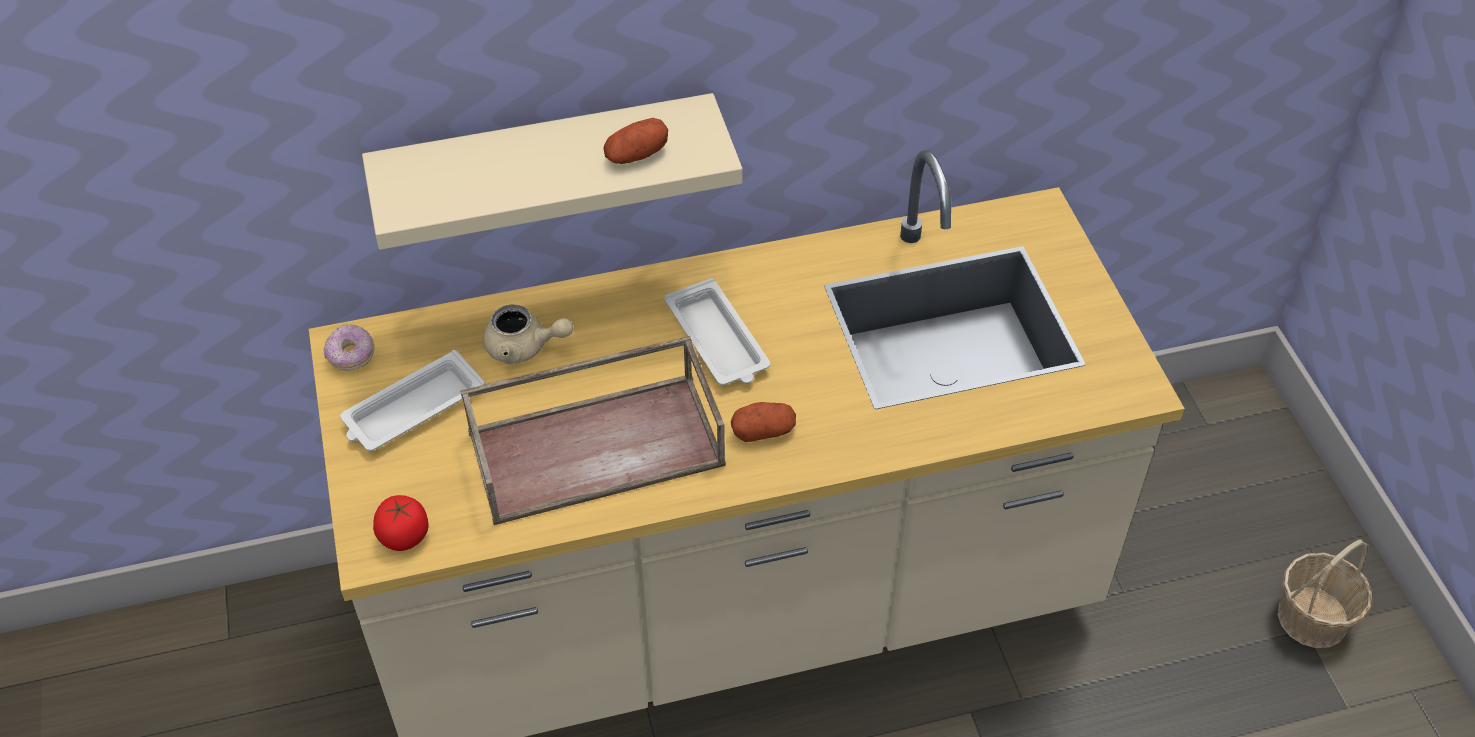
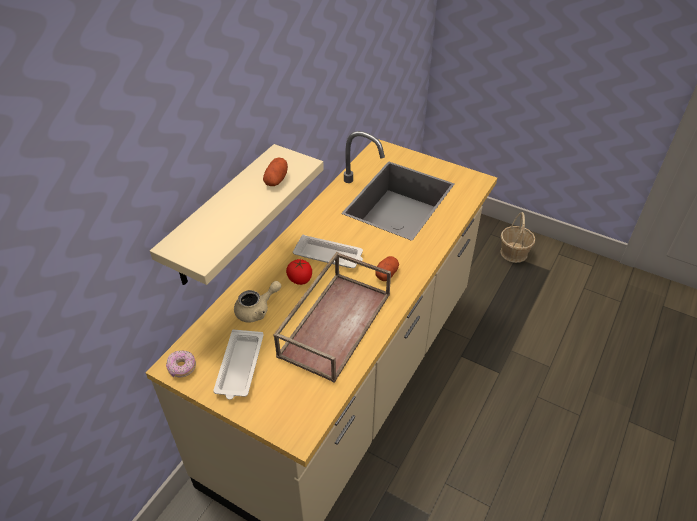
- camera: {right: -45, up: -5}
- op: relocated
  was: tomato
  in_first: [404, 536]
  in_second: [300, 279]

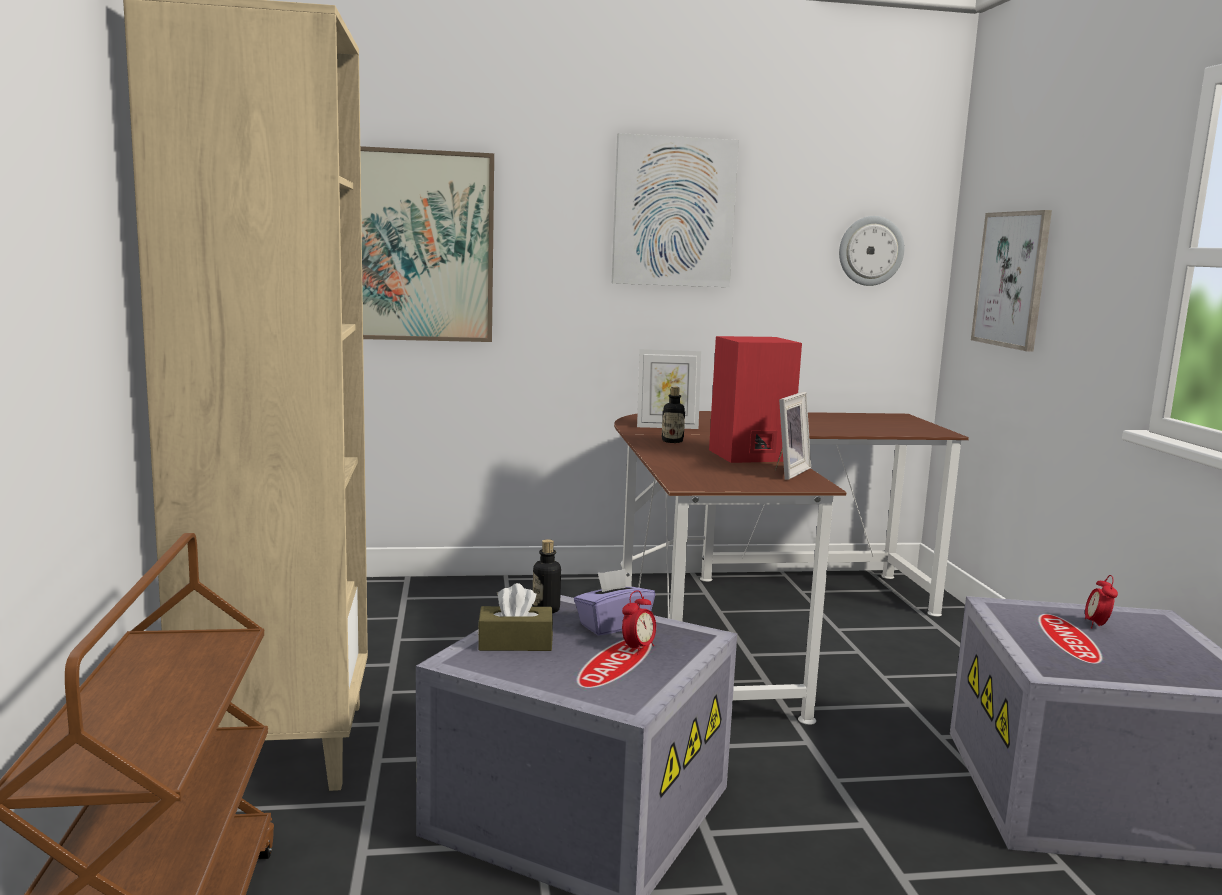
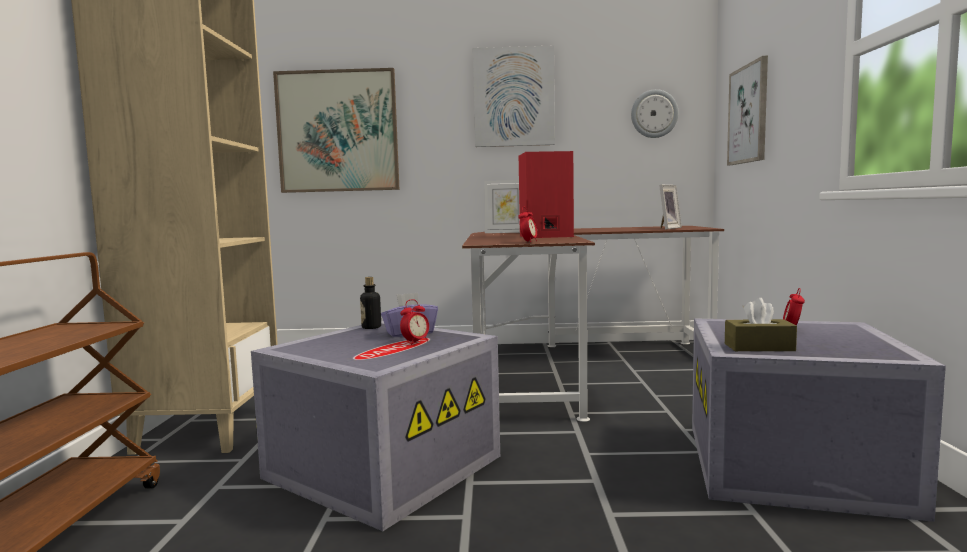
- camera: {right: 10, up: -5}
- op: relocated
  was: brown tissue box
  in_first: [515, 643]
  in_second: [759, 347]
- op: missing
  was: bottle
  in_first: [672, 441]
- op: relocated
  was: picture frame
  in_first: [786, 472]
  in_second: [667, 228]
- op: appeared
  now: alarm clock
  in_second: [528, 242]

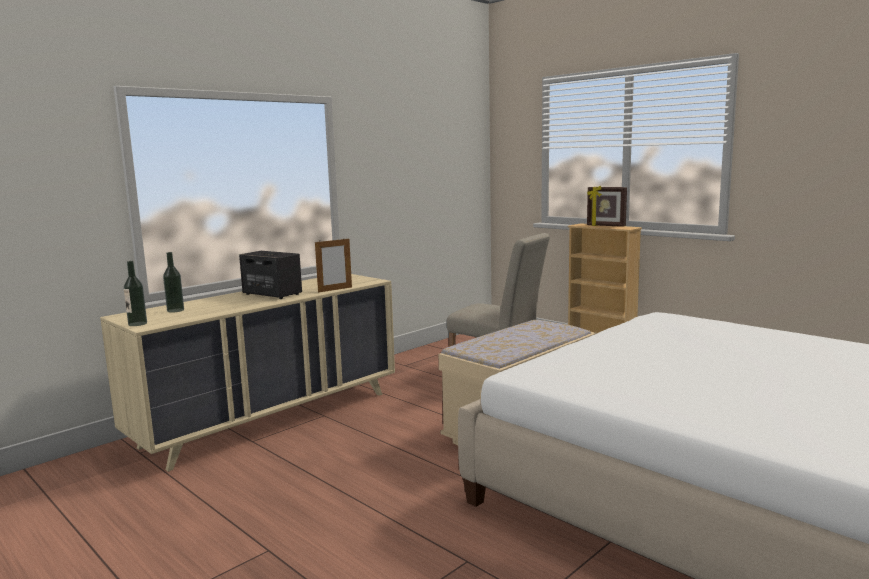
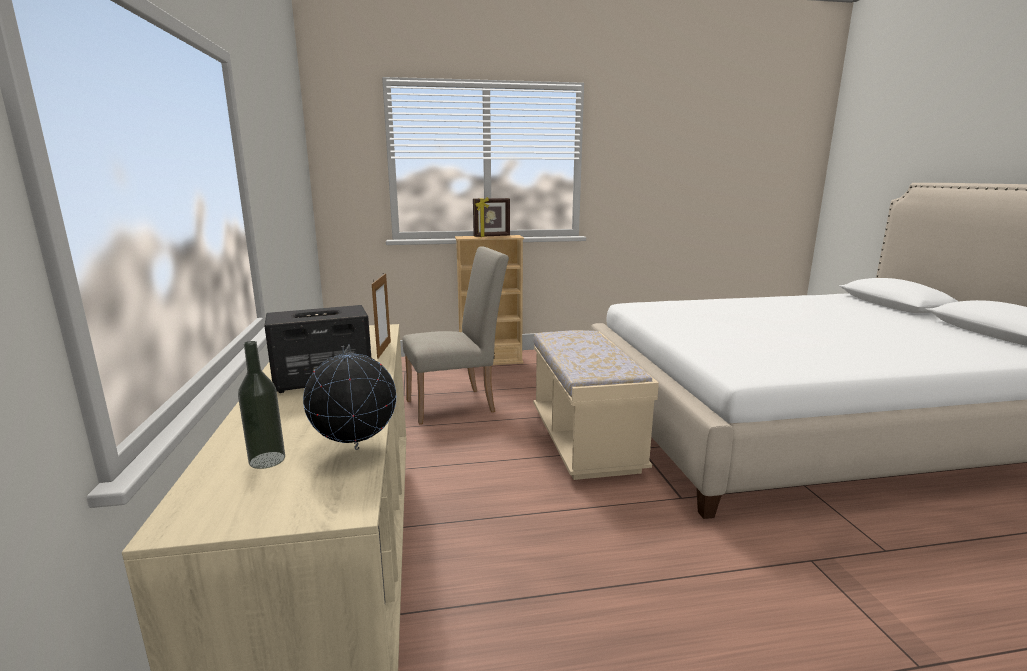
- camera: {right: -55, up: 5}
- op: missing
  was: bottle
  in_first: [137, 324]
- op: appeared
  now: globe
  in_second: [355, 449]

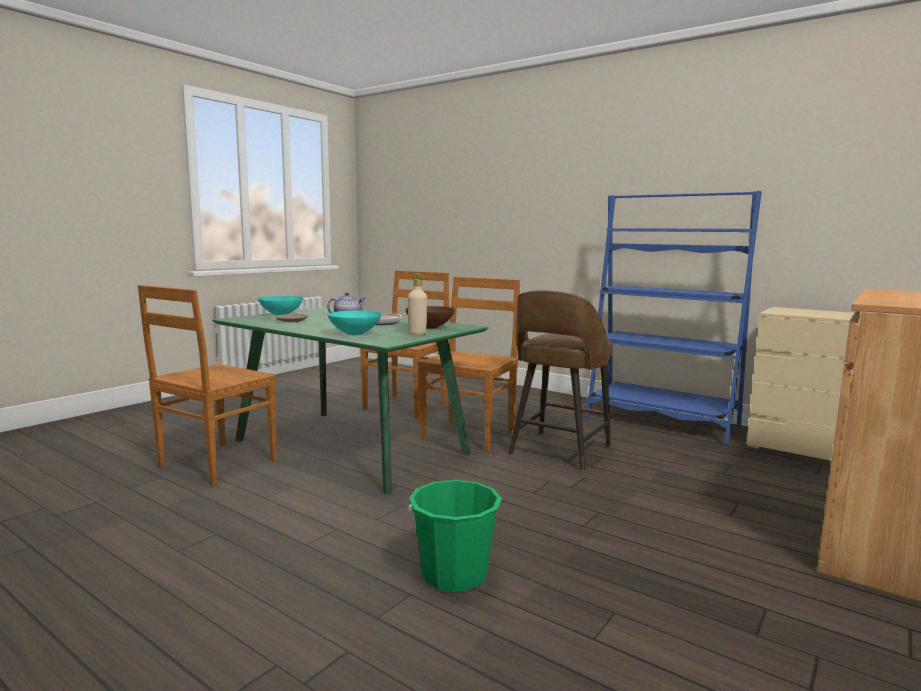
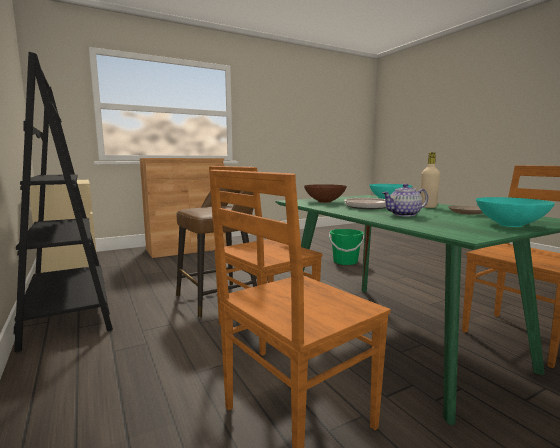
- camera: {right: -155, up: 0}
- op: relocated
  was: beige bottle
  in_first: [417, 334]
  in_second: [428, 207]
- op: colour
  was: blue bookcase
  now: black bookcase
  in_first: [662, 421]
  in_second: [69, 310]

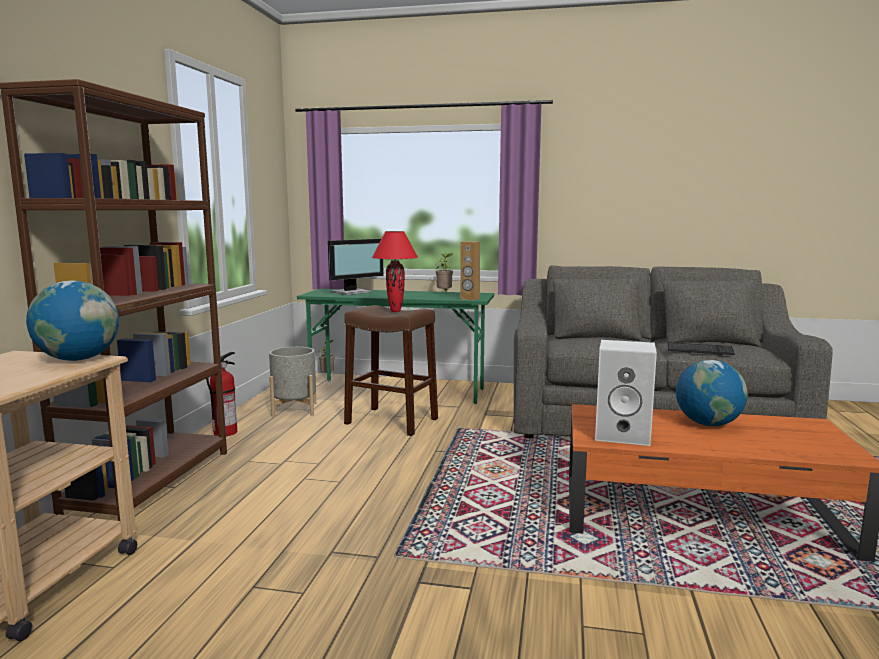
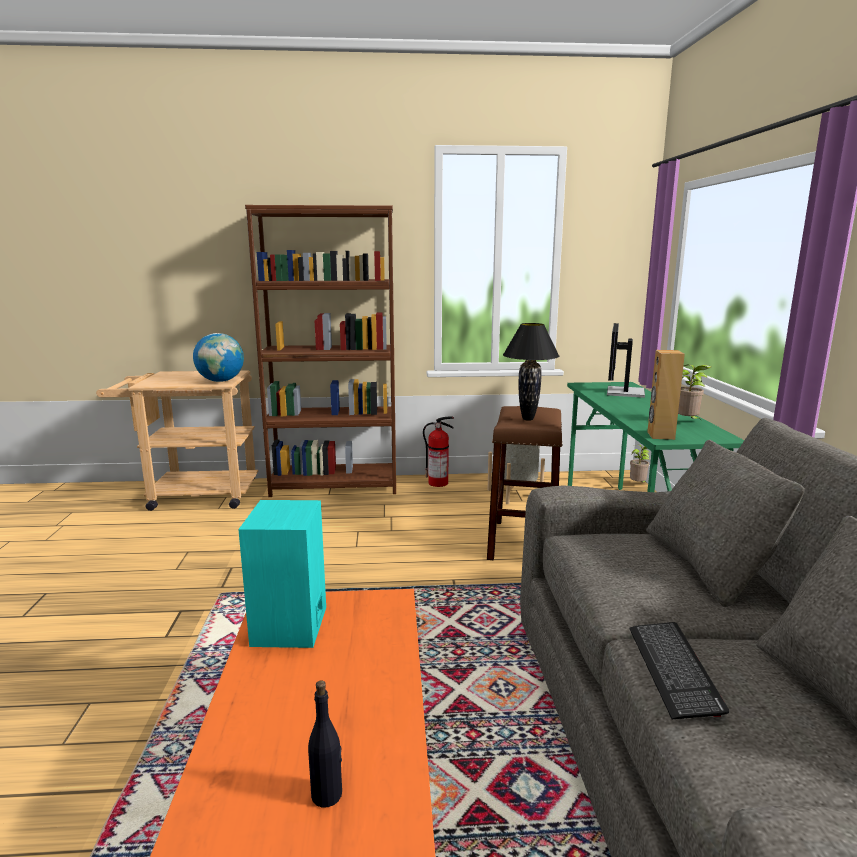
- camera: {right: 75, up: 5}
- op: spun
  was: monitor
  in_first: [352, 292]
  in_second: [623, 392]
  clockwise: 75
- op: colour
  was: red table lamp
  now: black table lamp
  in_first: [396, 311]
  in_second: [527, 419]
- op: colour
  was: white speaker
  now: turquoise speaker
  in_first: [624, 434]
  in_second: [291, 627]
- op: missing
  was: globe
  in_first: [708, 424]
- op: appeared
  now: black bottle
  in_second: [327, 794]

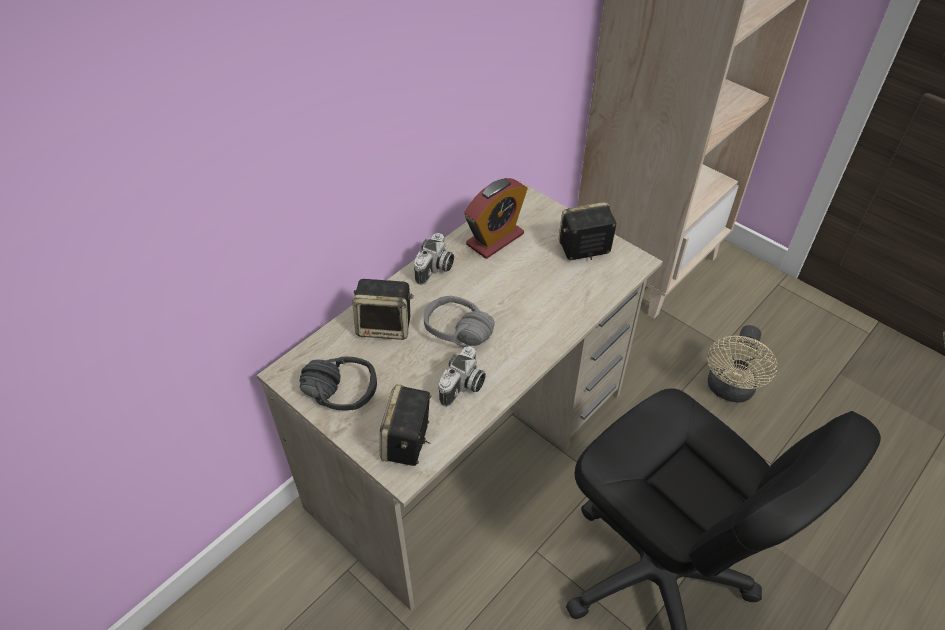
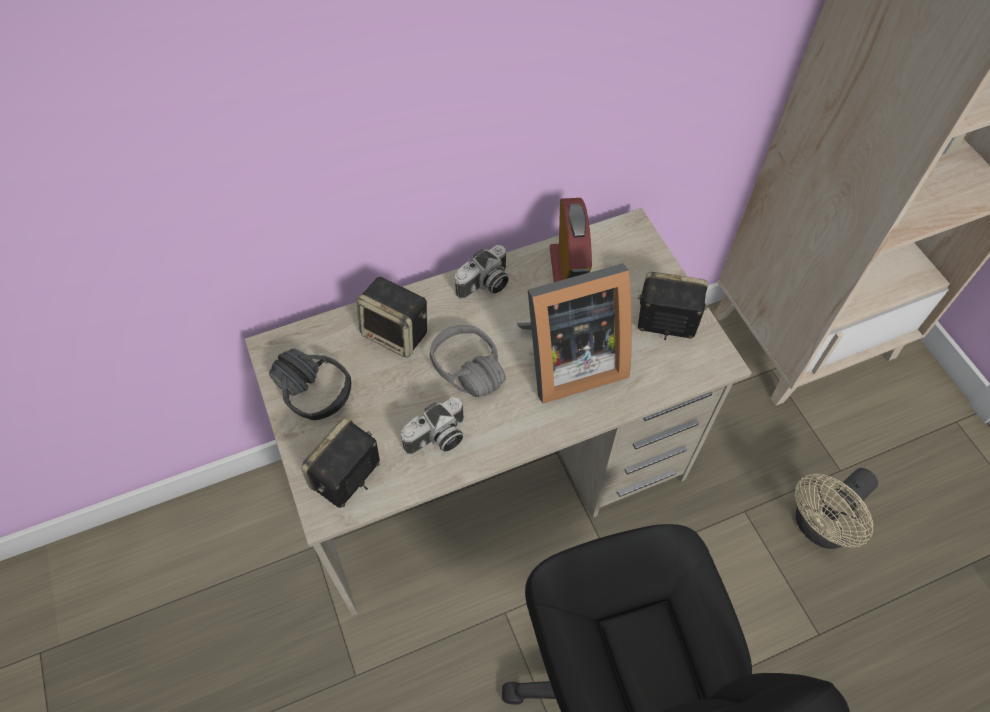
- camera: {right: 25, up: 10}
- op: spun
  was: alarm clock
  in_first: [495, 239]
  in_second: [570, 272]
  clockwise: -75
- op: appeared
  now: picture frame
  in_second: [567, 361]

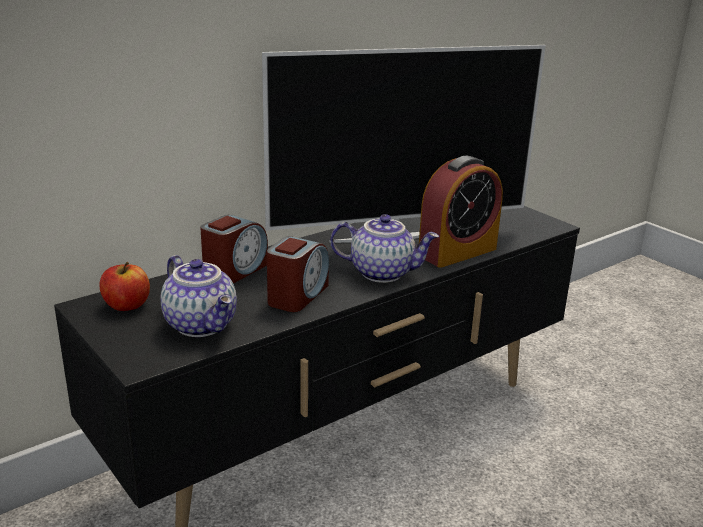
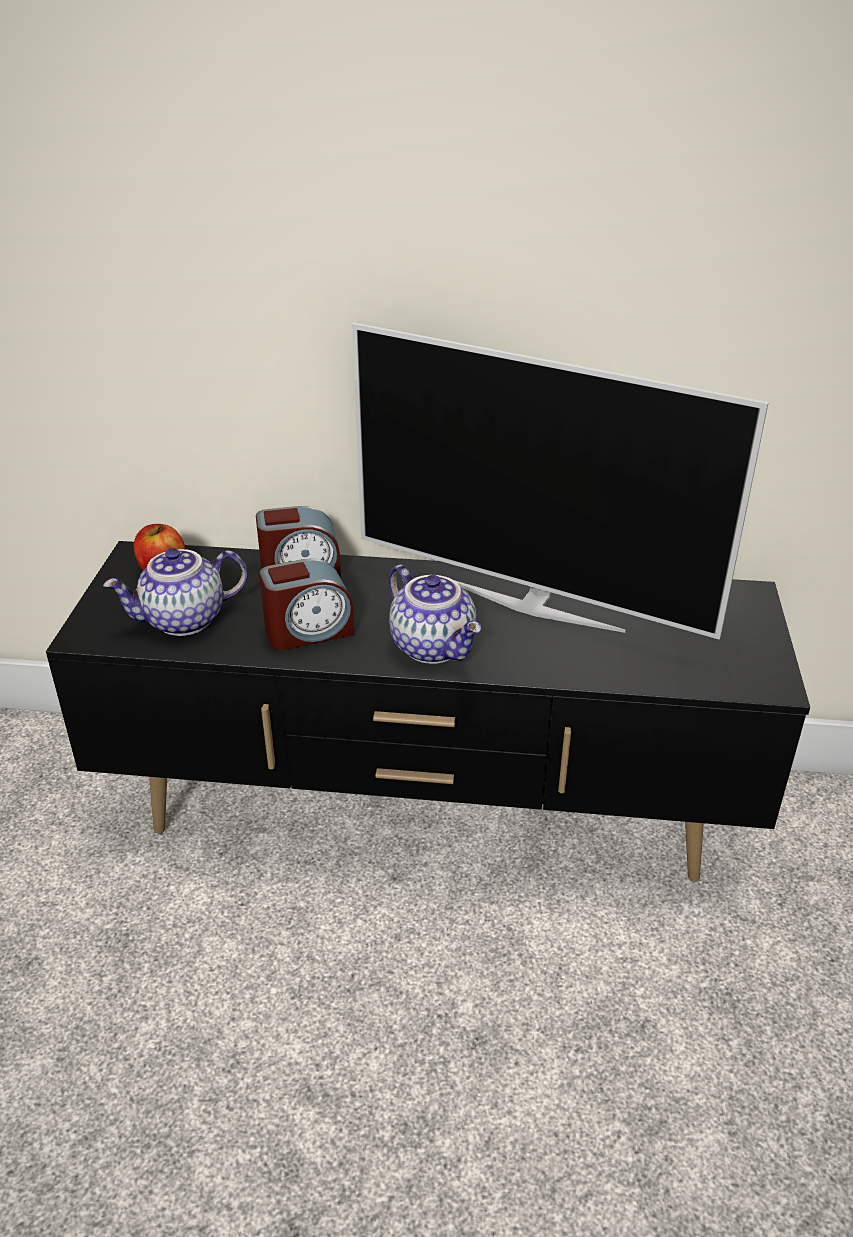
- camera: {right: 45, up: 10}
- op: spun
  was: teapot
  in_first: [202, 325]
  in_second: [184, 621]
  clockwise: 60
- op: missing
  was: alarm clock
  in_first: [457, 252]

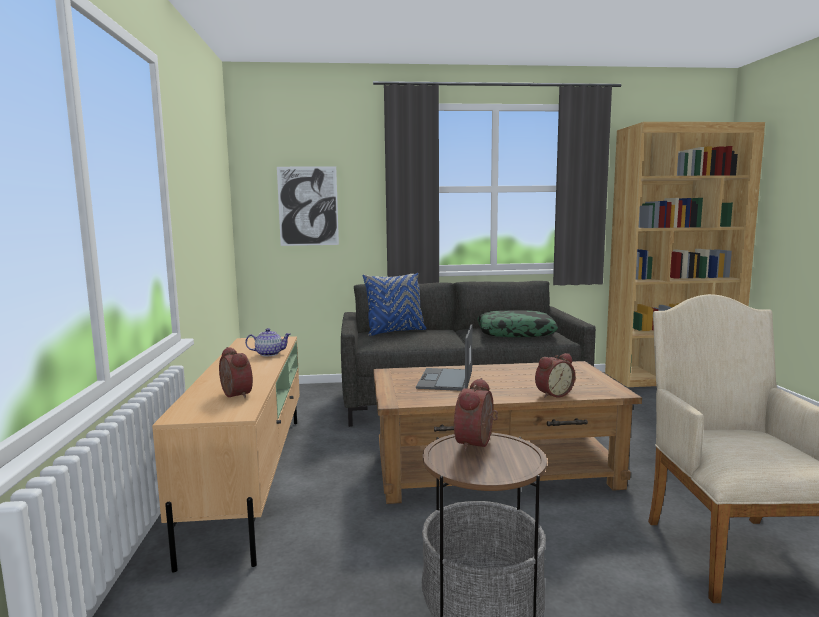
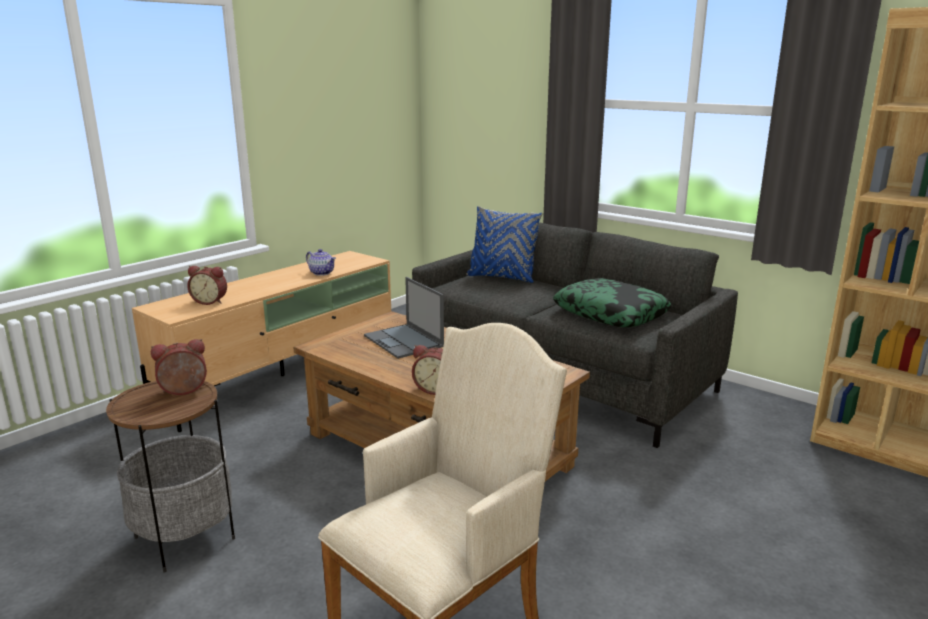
- camera: {right: 45, up: 10}
- op: spun
  was: alarm clock
  in_first: [234, 395]
  in_second: [210, 301]
  clockwise: 90
- op: missing
  was: picture
  in_first: [308, 206]
- op: spun
  was: laptop
  in_first: [445, 380]
  in_second: [404, 341]
  clockwise: -90

